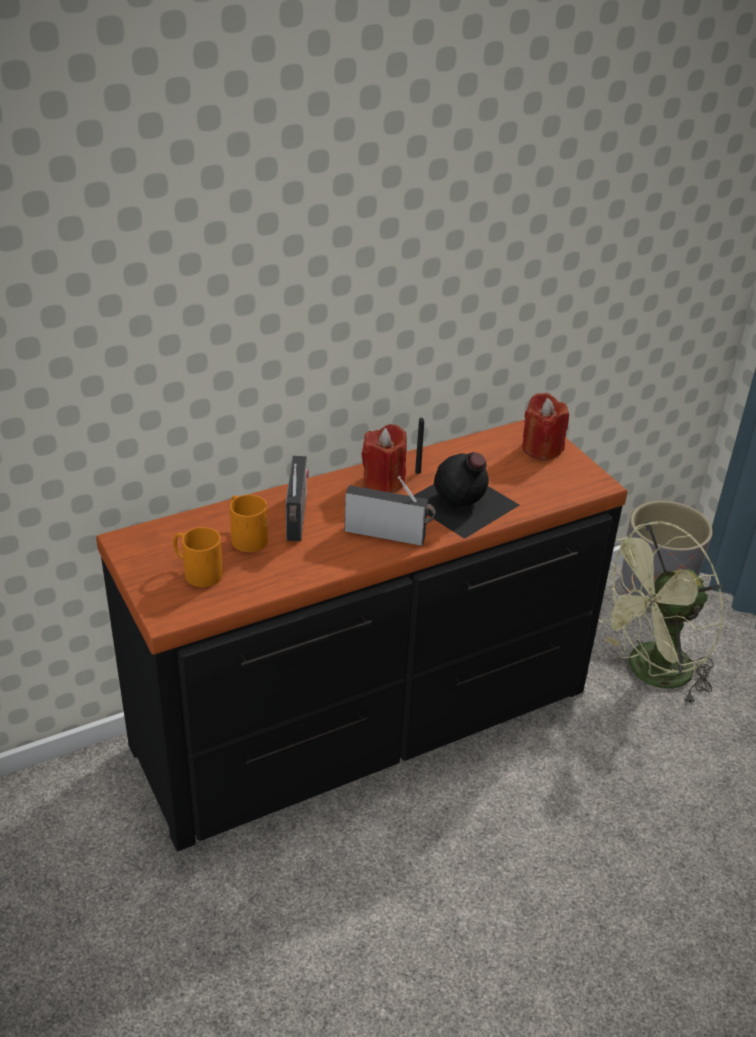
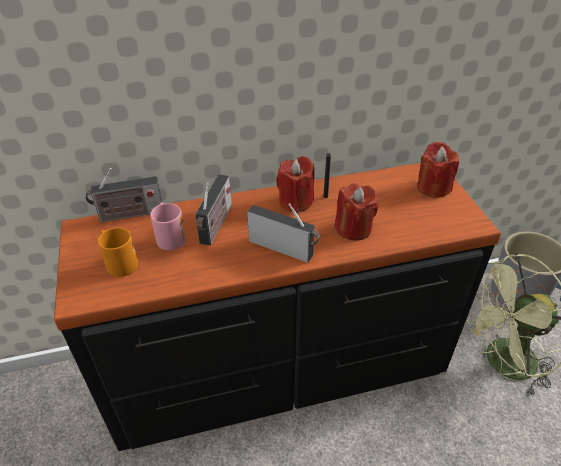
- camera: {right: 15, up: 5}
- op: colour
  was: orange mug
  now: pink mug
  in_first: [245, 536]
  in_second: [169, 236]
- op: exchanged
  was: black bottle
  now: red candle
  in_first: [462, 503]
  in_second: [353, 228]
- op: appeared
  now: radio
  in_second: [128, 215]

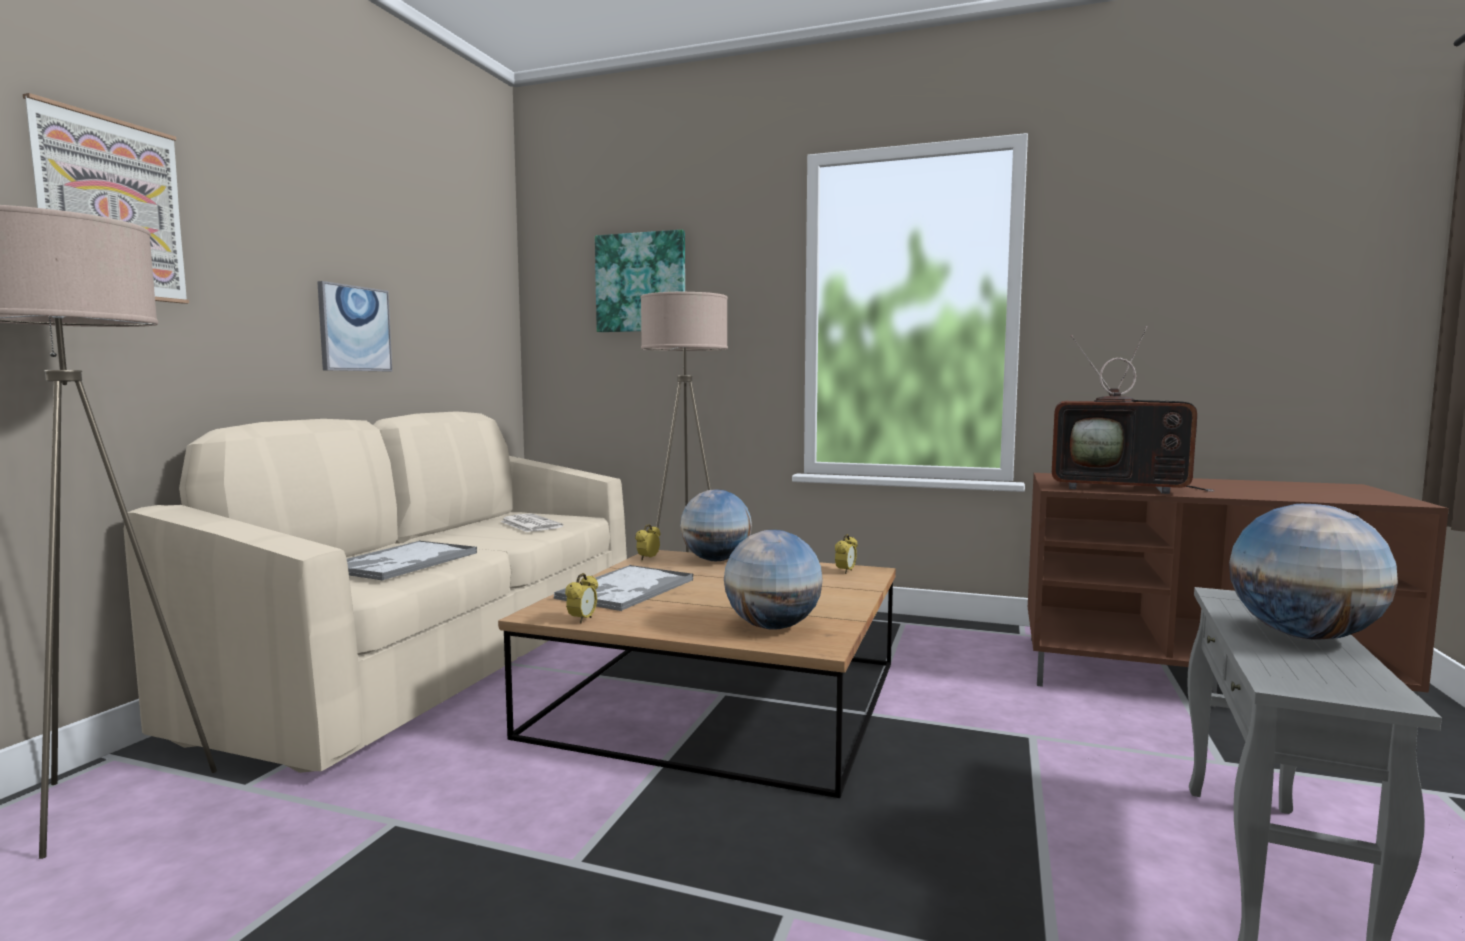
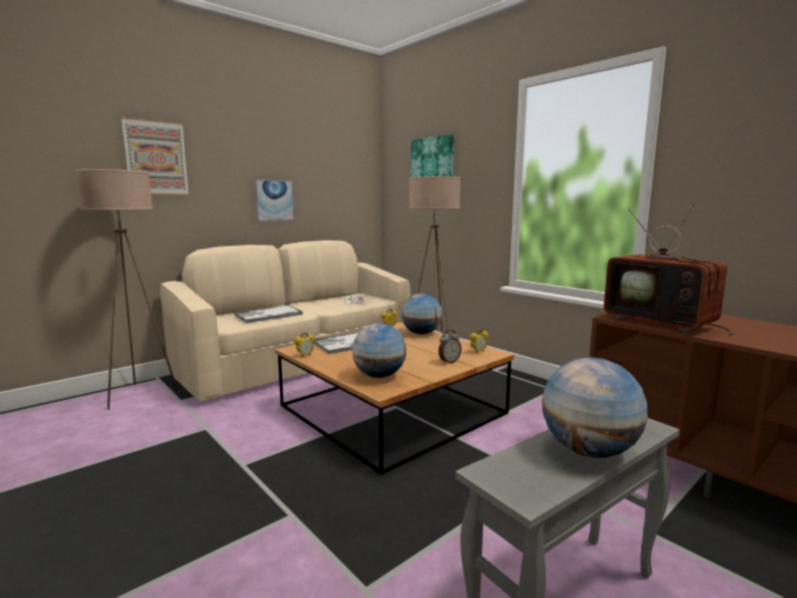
- camera: {right: 30, up: 5}
- op: appeared
  now: alarm clock
  in_second: [449, 361]

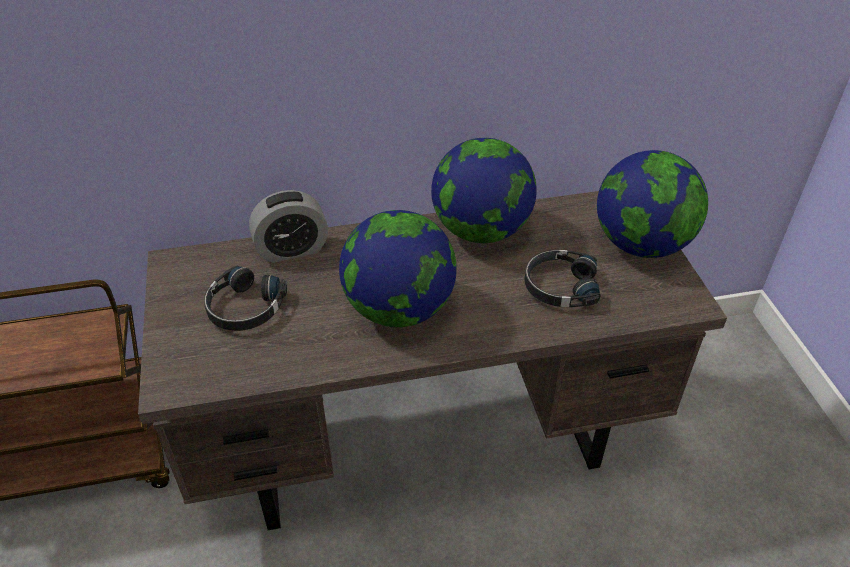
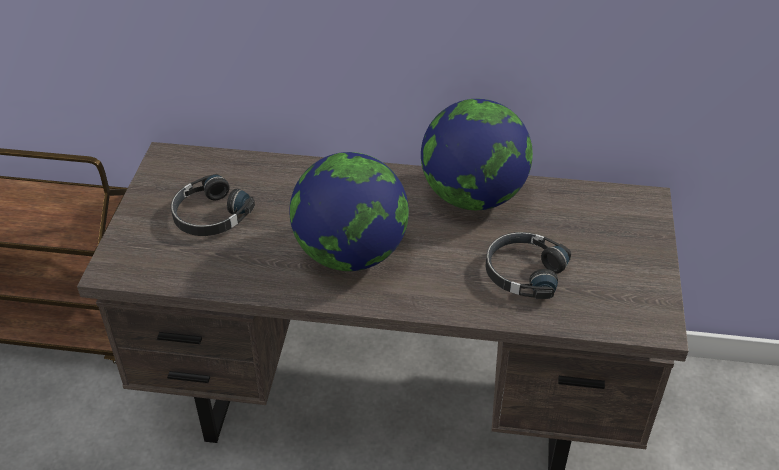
- camera: {right: 20, up: 0}
- op: missing
  was: alarm clock
  in_first: [292, 249]
- op: missing
  was: globe
  in_first: [641, 245]

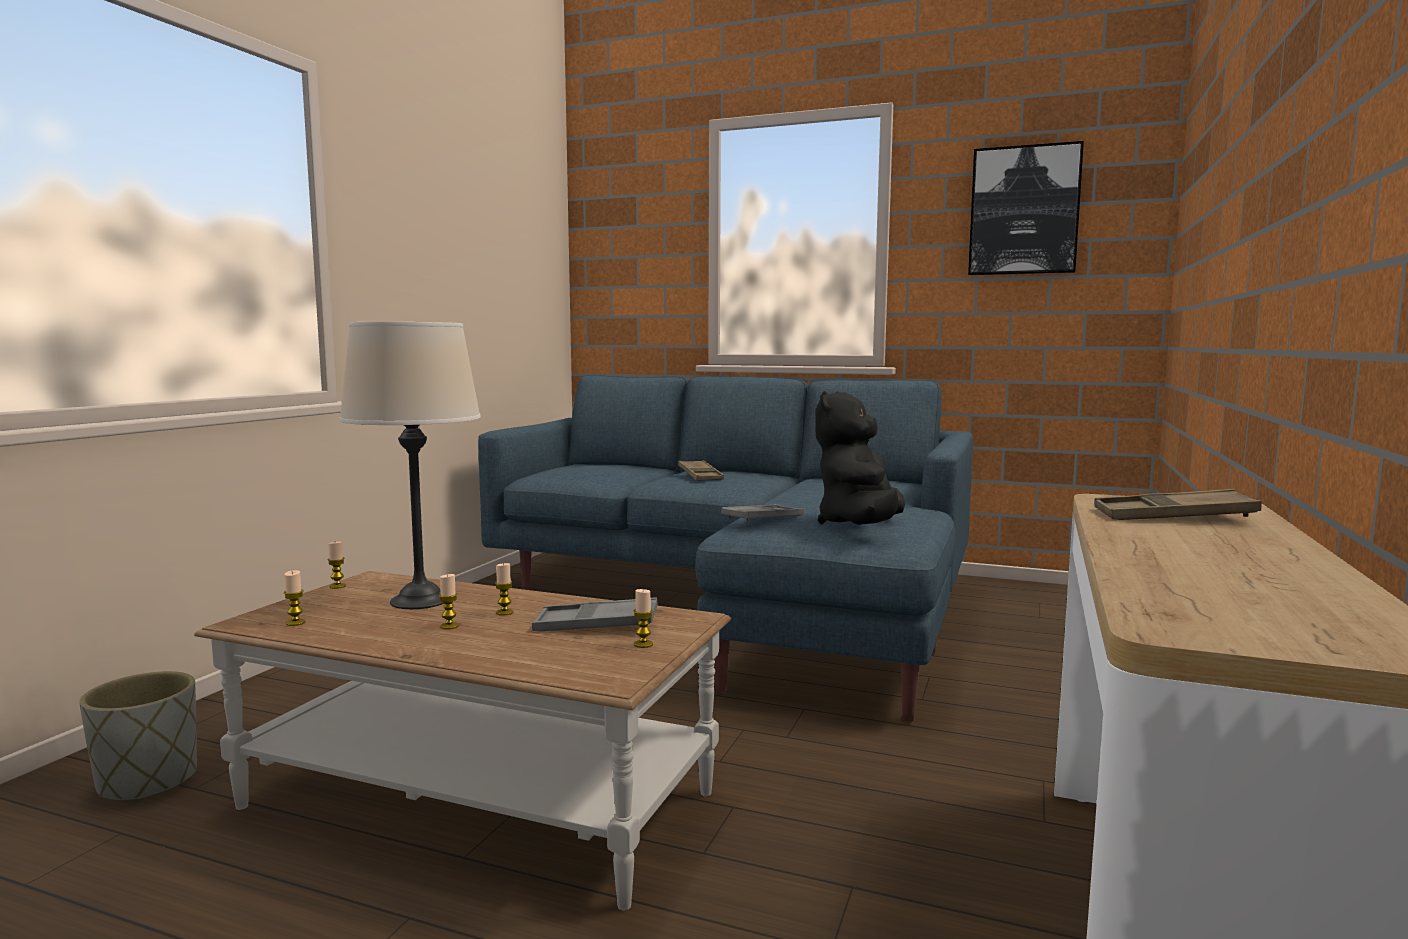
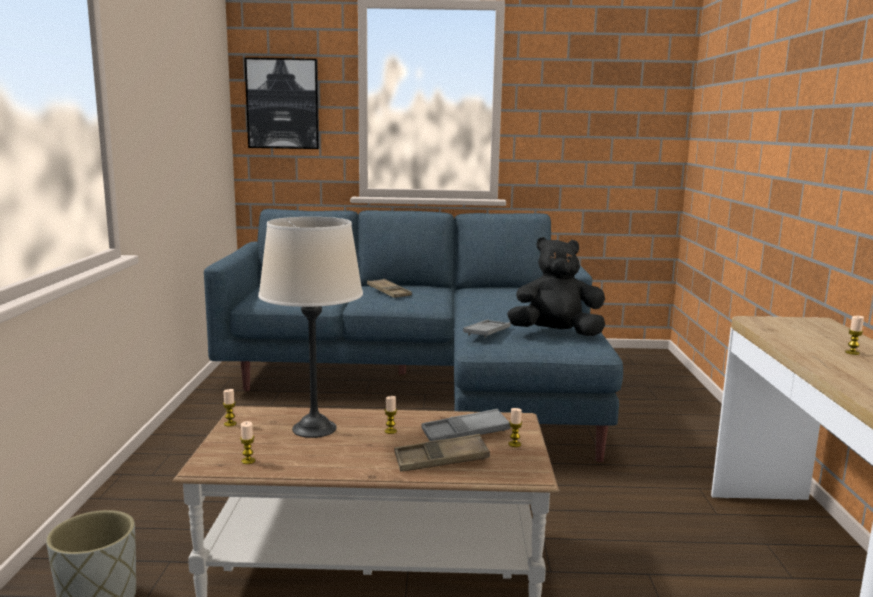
- camera: {right: -20, up: 5}
- op: relocated
  was: candle
  in_first: [449, 626]
  in_second: [852, 352]
- op: spun
  was: black plush toy
  in_first: [860, 526]
  in_second: [555, 334]
  clockwise: 90
- op: relocated
  was: picture
  in_first: [1024, 211]
  in_second: [283, 104]
- op: relocated
  was: brown tray
  in_first: [1173, 516]
  in_second: [441, 460]

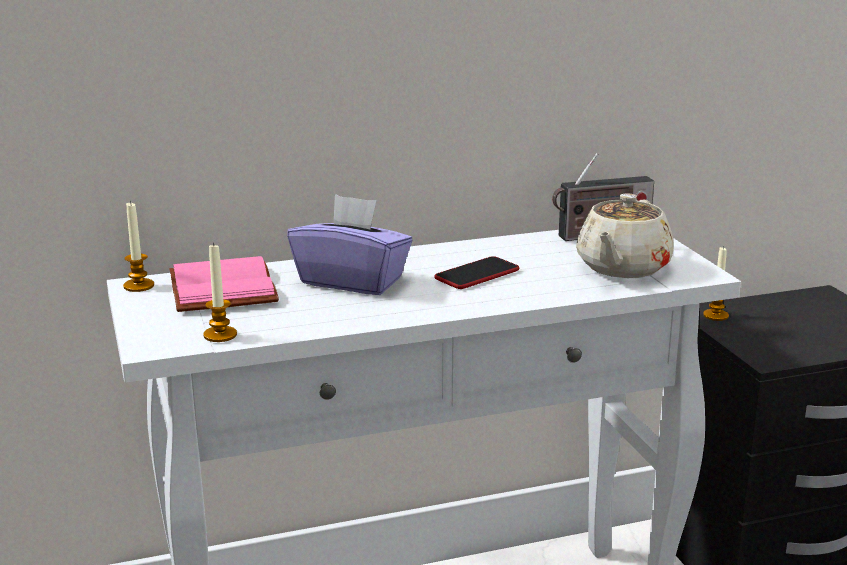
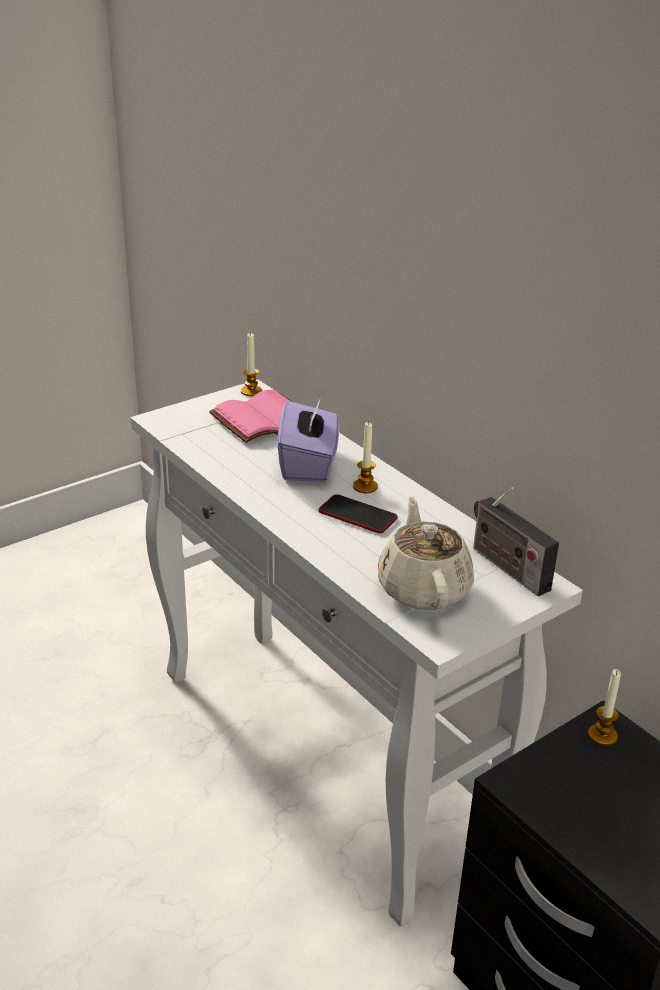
- camera: {right: 70, up: 10}
- op: relocated
  was: candle
  in_first: [220, 335]
  in_second: [365, 487]
- op: spun
  was: beige teapot
  in_first: [622, 268]
  in_second: [423, 588]
  clockwise: 75

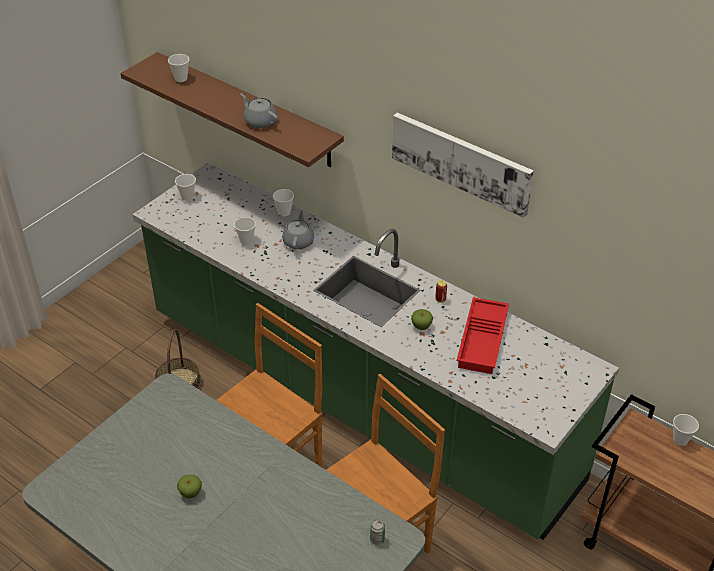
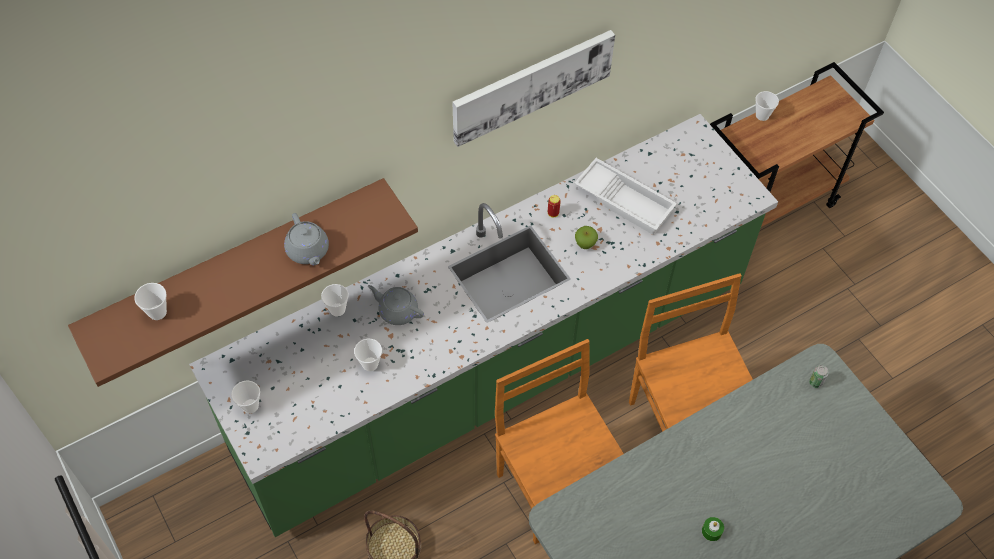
- camera: {right: -70, up: 15}
- op: exchanged
  was: apple
  now: green candle
  in_first: [190, 493]
  in_second: [711, 531]
- op: spun
  was: grey teapot
  in_first: [260, 121]
  in_second: [308, 251]
  clockwise: -90
- op: colour
  was: red tray
  now: white tray
  in_first: [483, 340]
  in_second: [625, 200]

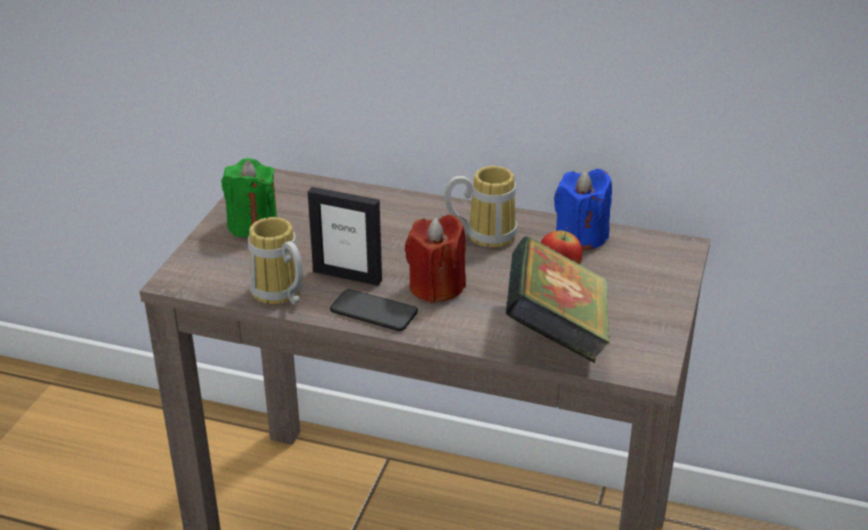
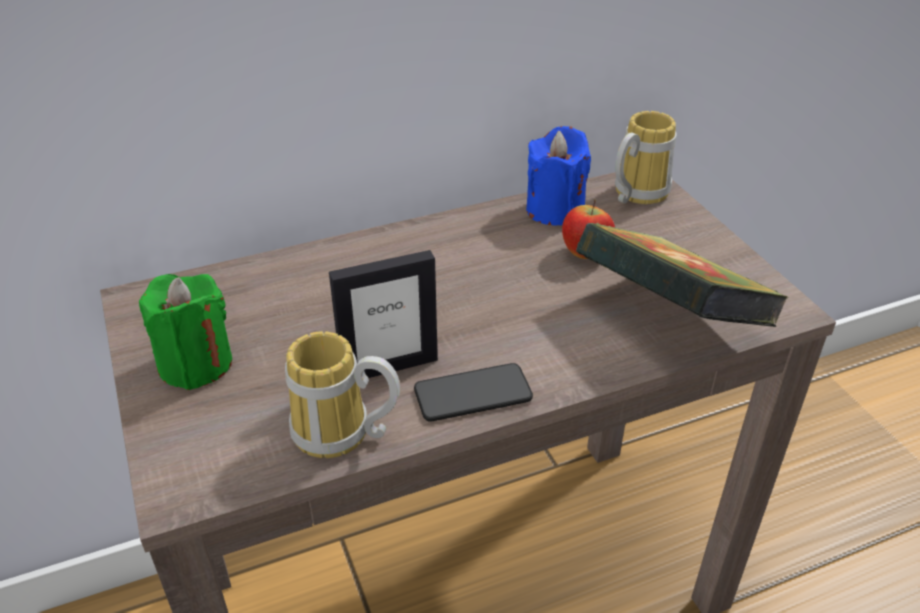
- camera: {right: -40, up: 5}
- op: missing
  was: red candle
  in_first: [436, 287]
- op: relocated
  was: mug
  in_first: [483, 234]
  in_second: [634, 193]

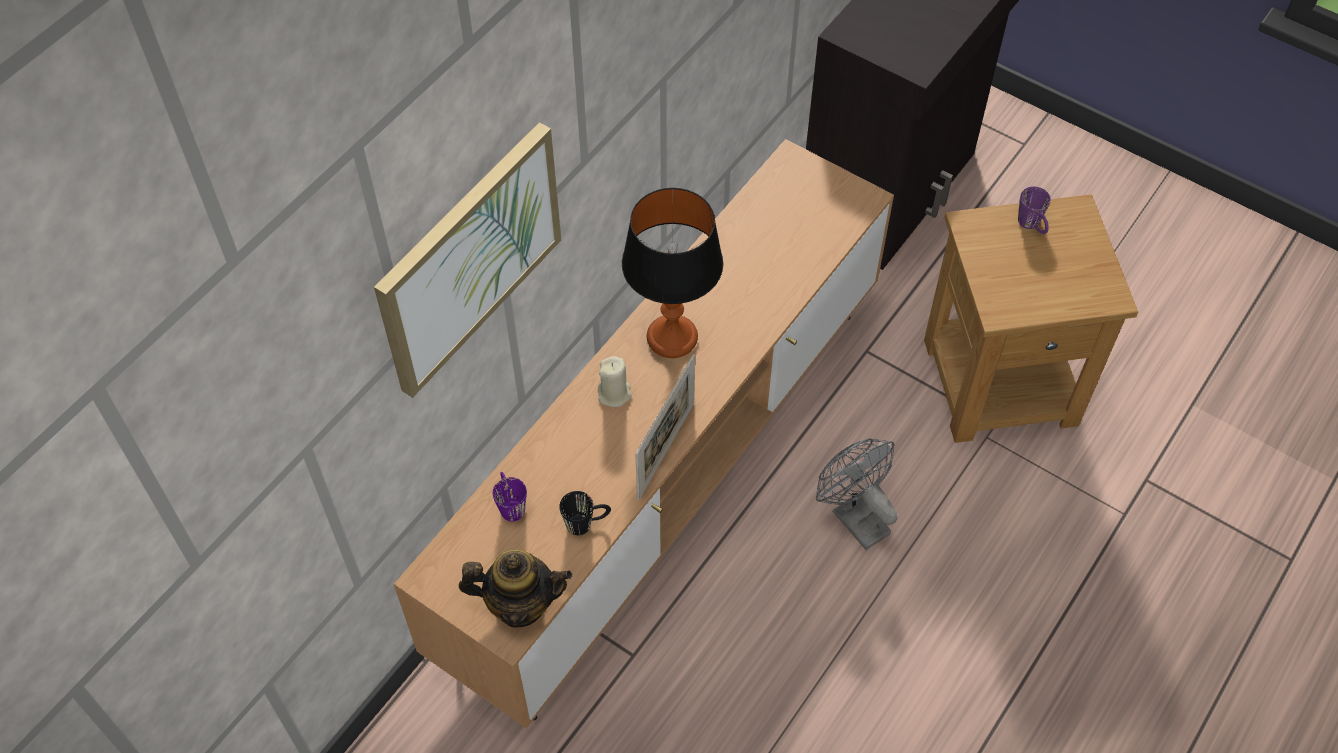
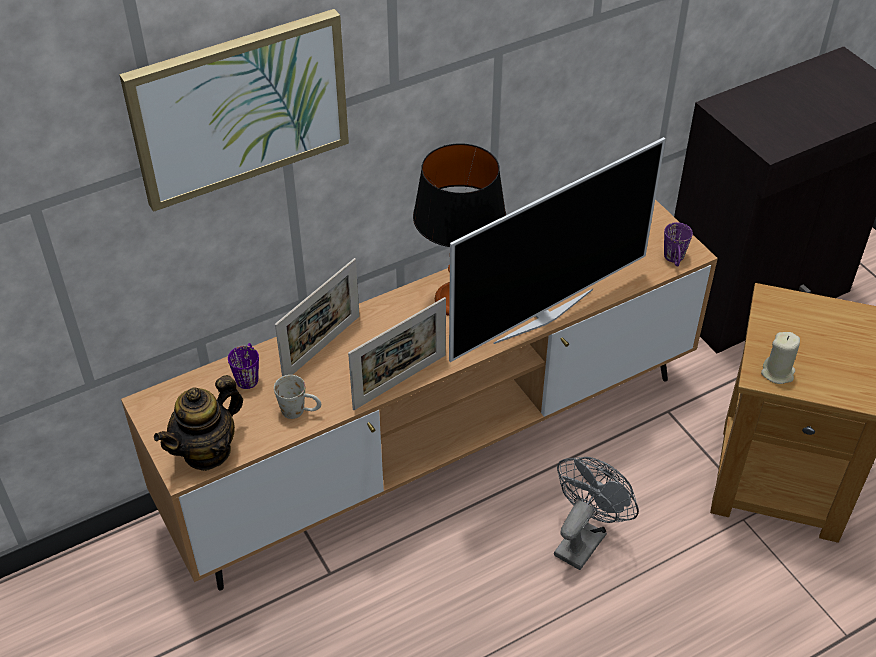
- camera: {right: 25, up: -10}
- op: spun
  was: teapot
  in_first: [520, 604]
  in_second: [207, 451]
  clockwise: 105
- op: colour
  was: black mug
  now: white mug
  in_first: [586, 522]
  in_second: [300, 411]
- op: relocated
  was: beige candle
  in_first: [614, 394]
  in_second: [777, 373]
- op: spun
  was: grey fan
  in_first: [854, 516]
  in_second: [584, 538]
  clockwise: 45
- op: relocated
  was: purple mug
  in_first: [1032, 226]
  in_second: [674, 260]
- op: appeared
  now: picture frame
  in_second: [322, 348]
- op: appeared
  now: television
  in_second: [542, 315]

